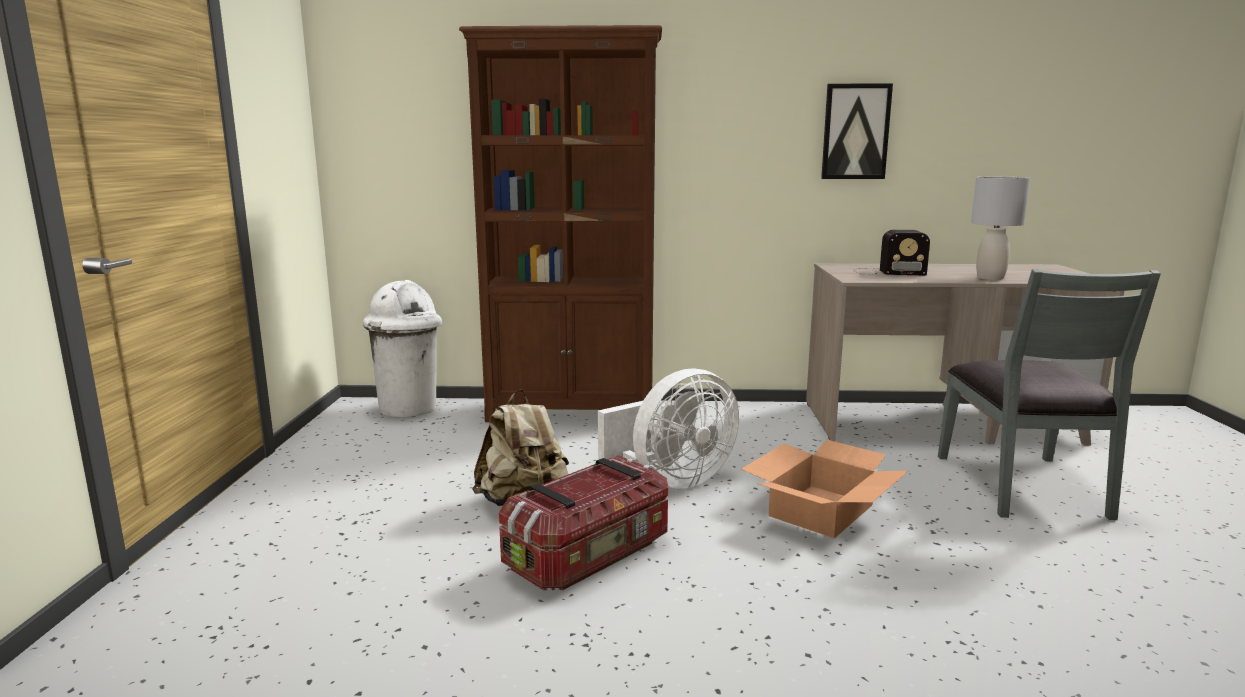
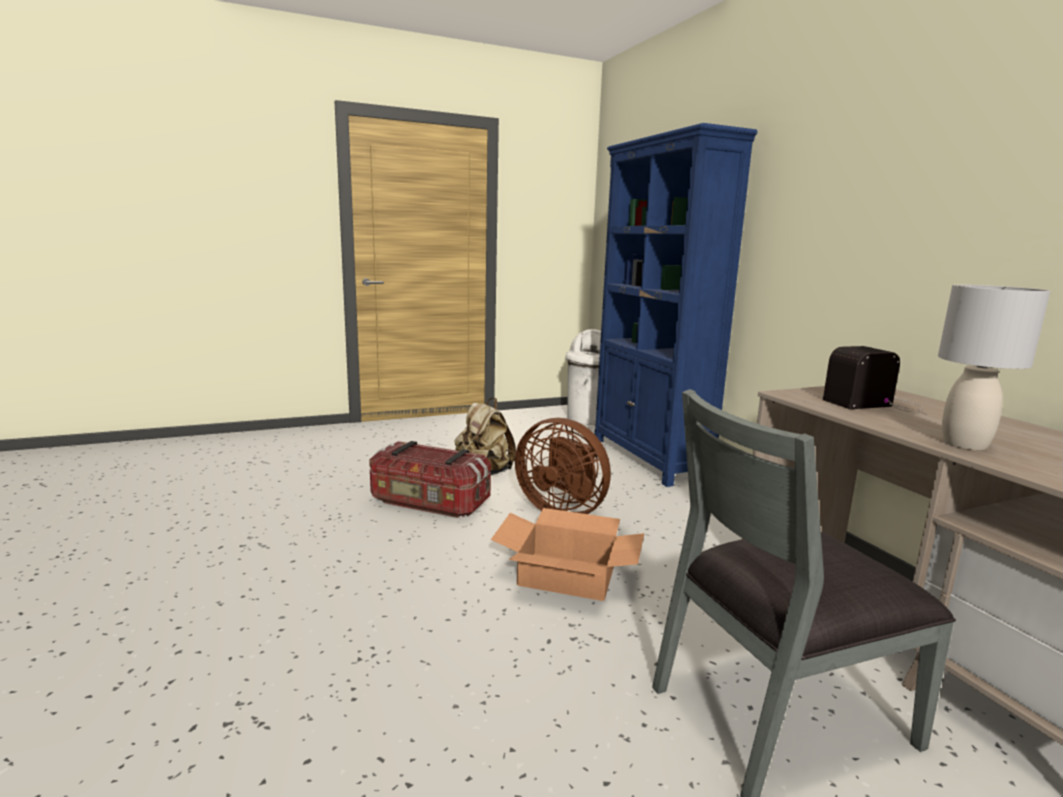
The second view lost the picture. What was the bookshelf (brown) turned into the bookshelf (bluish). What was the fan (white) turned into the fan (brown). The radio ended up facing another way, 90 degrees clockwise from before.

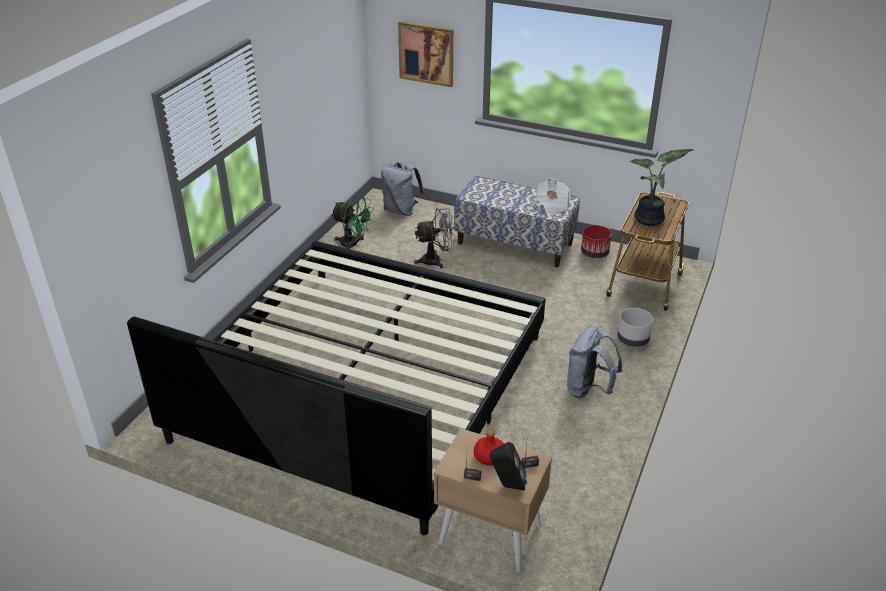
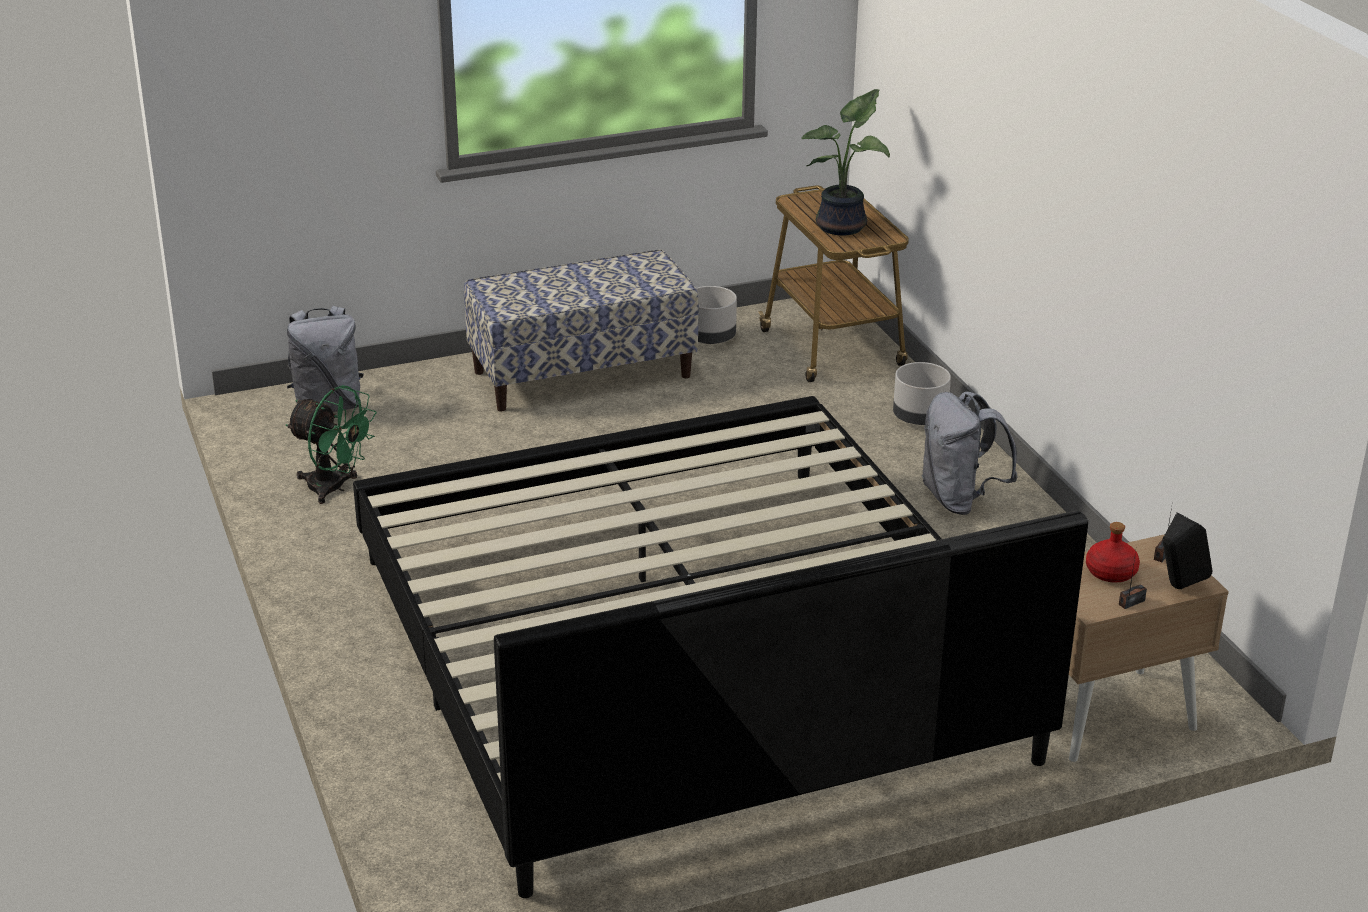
The second view lost the picture. The second view lost the fan (grey). The second view lost the newspaper. What was the planter (reddish) turned into the planter (grey) (no. 1 from left). The fan (green) ended up facing another way, 45 degrees clockwise from before.

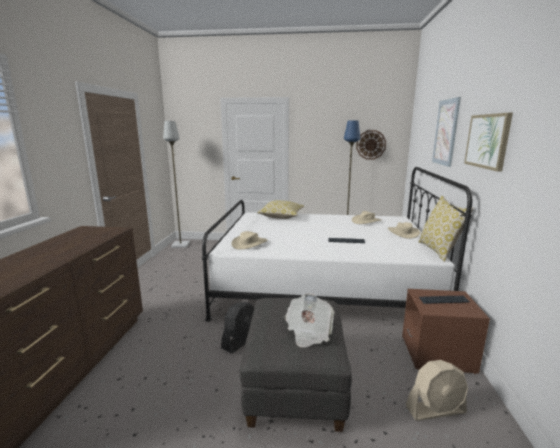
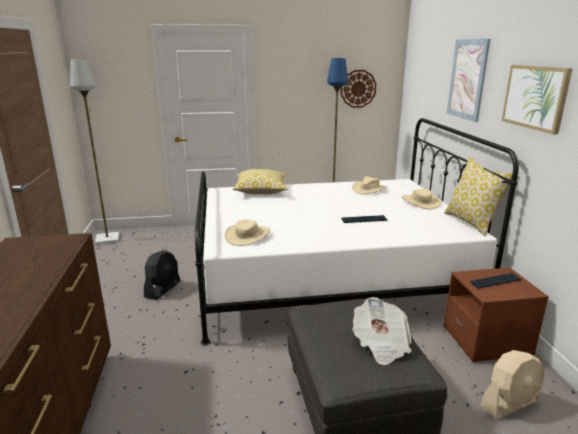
The fan (black-coloured) ended up elsewhere.

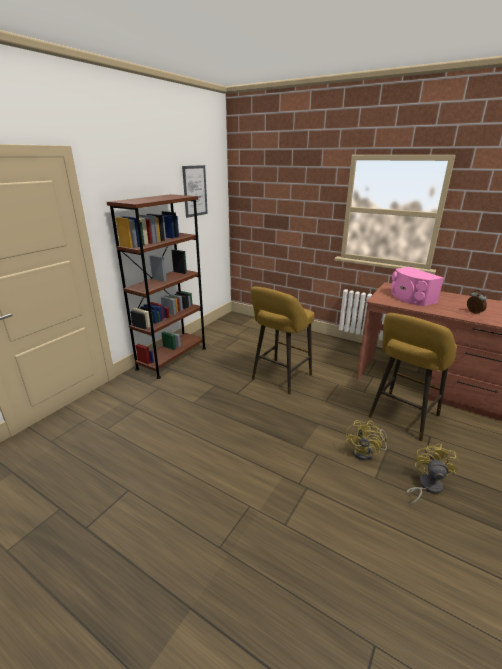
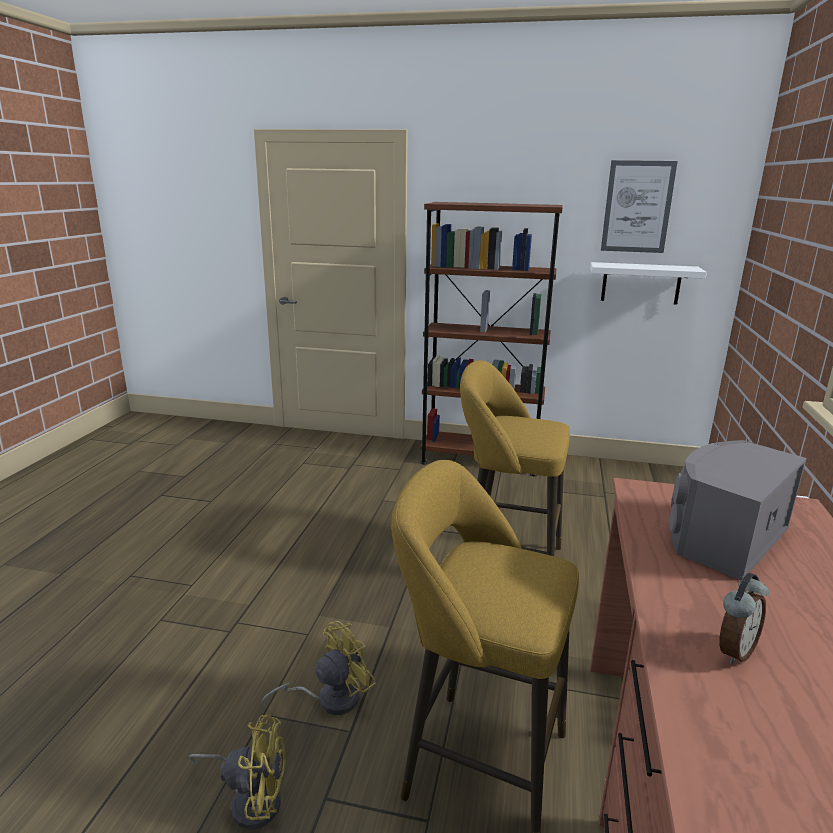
The second view gained the wall shelf (white). What was the audio speaker (pink) turned into the audio speaker (grey). The fan (yellowish) (no. 1 from left in the first image) ended up facing another way, 135 degrees clockwise from before.

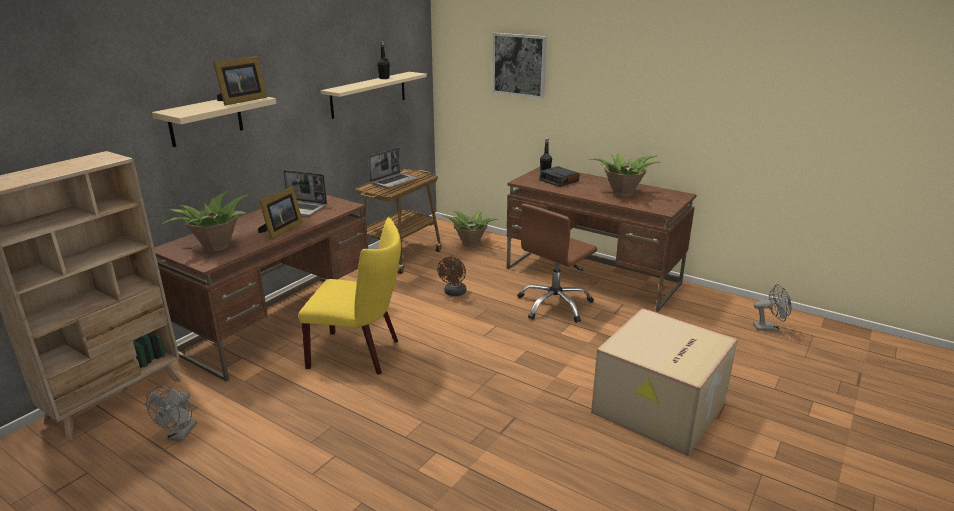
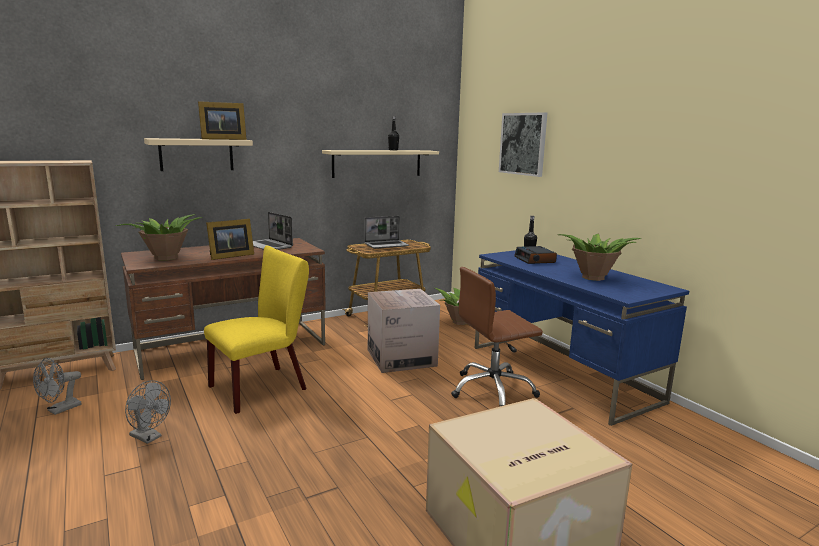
The fan (grey) (no. 2 from left) ended up elsewhere. Where the fan (brown) stood, the carton (no. 1 from left) came to stand. What was the desk table (brown) (no. 2 from left) turned into the desk table (bluish). The plain chair (yellowish) ended up facing another way, 75 degrees counterclockwise from before.

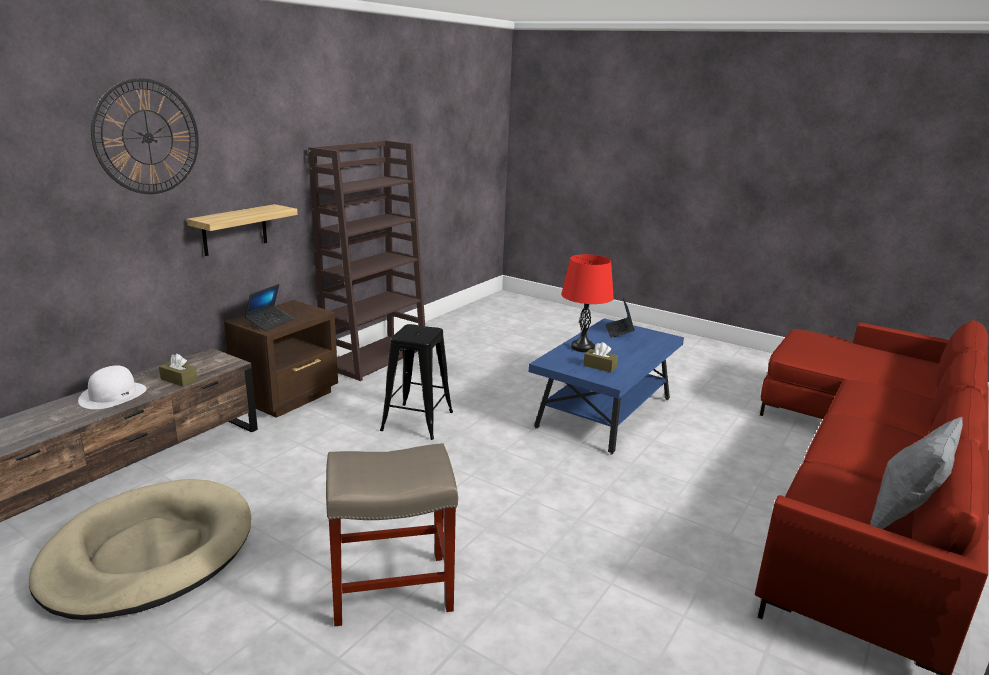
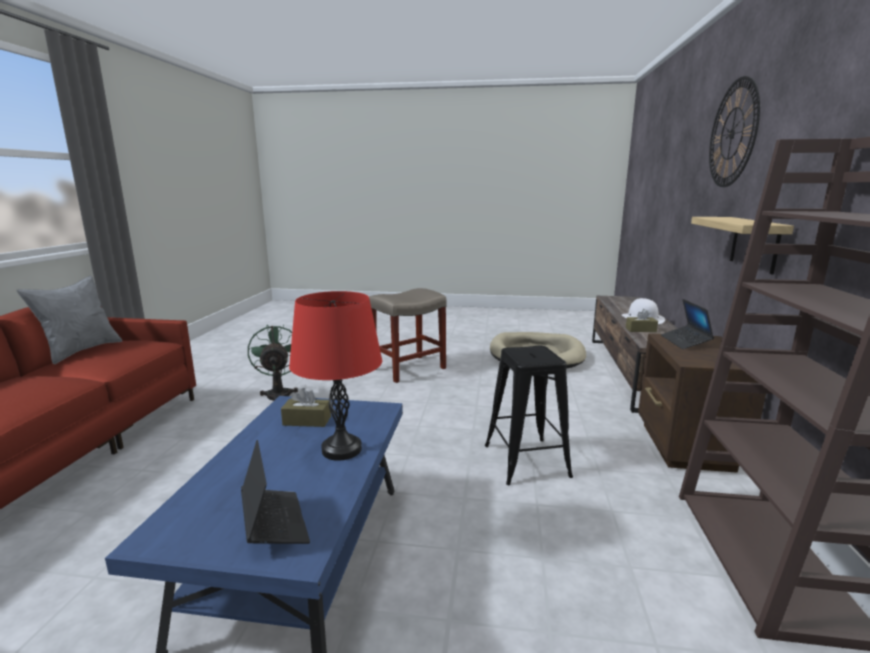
The second view gained the fan (green).

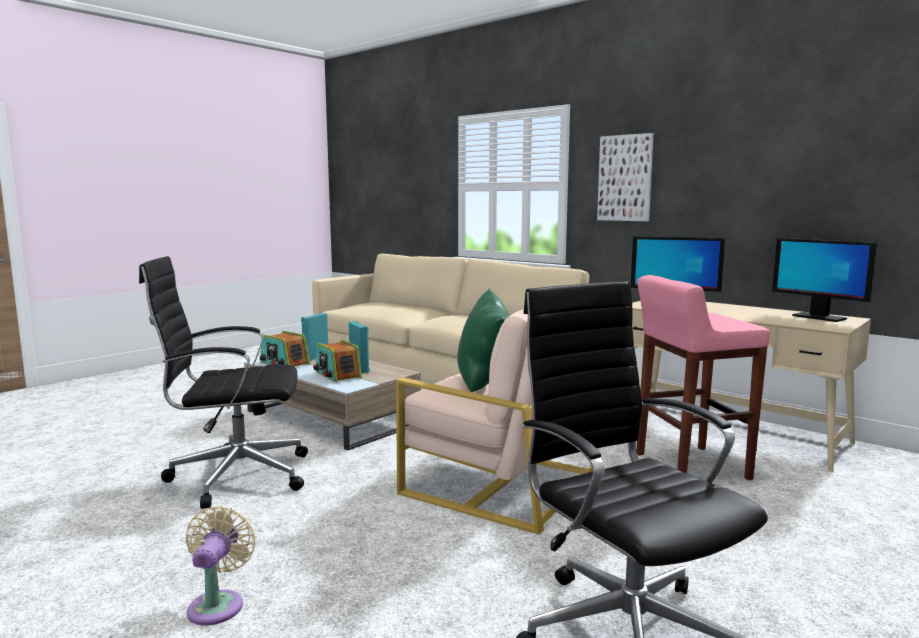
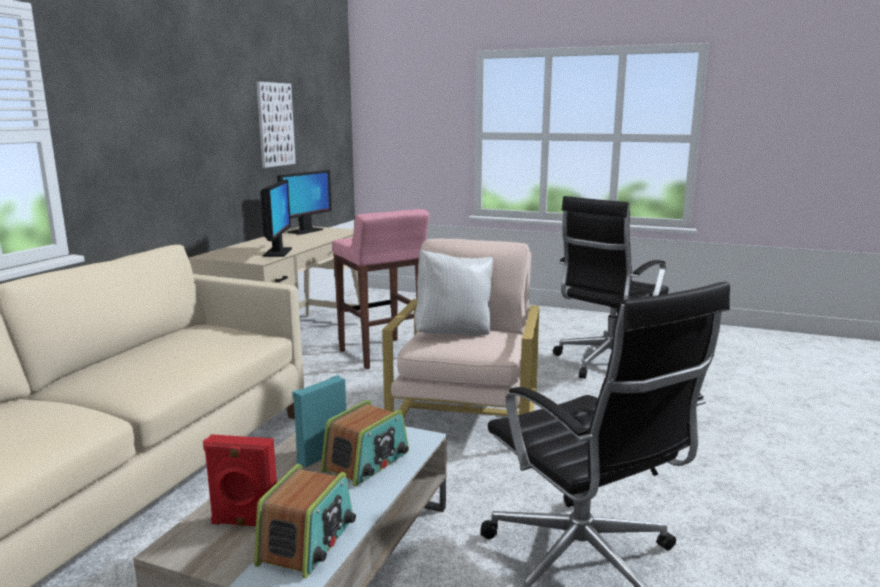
The second view lost the fan (beige). The picture ended up elsewhere. What was the audio speaker (turquoise-coloured) (no. 1 from left) turned into the audio speaker (reddish). What was the pillow (green) turned into the pillow (white).

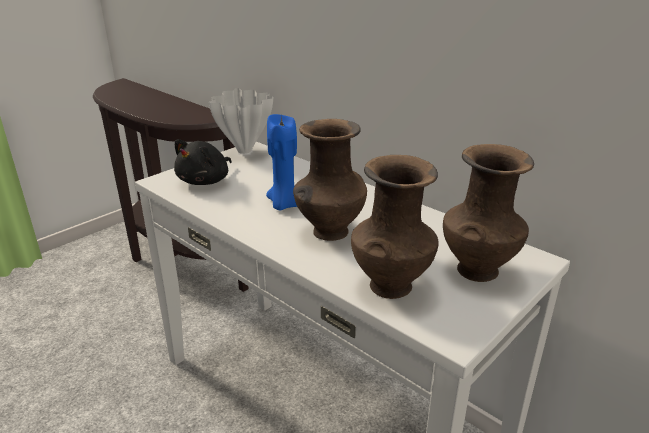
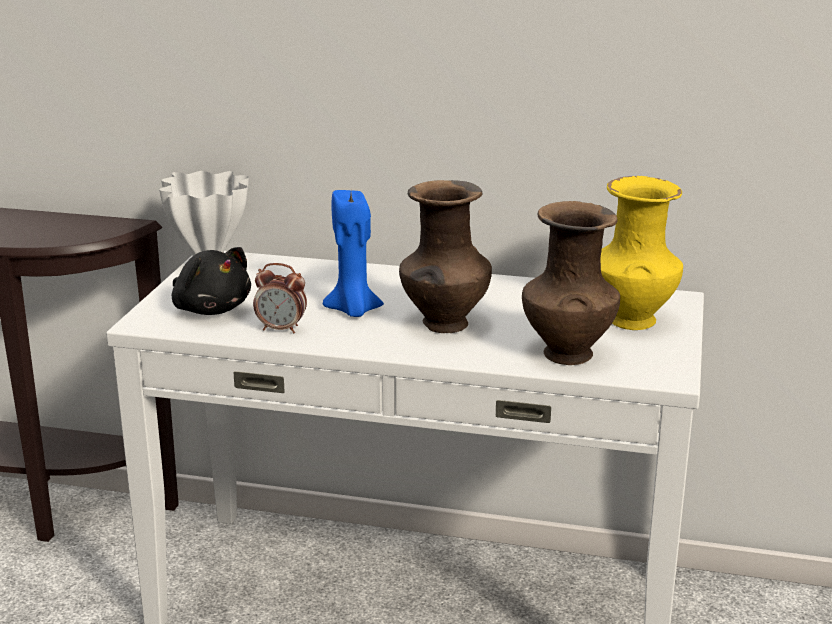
The second view gained the bedside clock. What was the flower vase (brown) (no. 3 from left) turned into the flower vase (yellowish). The soft toy (black-coloured) ended up facing another way, 45 degrees counterclockwise from before.

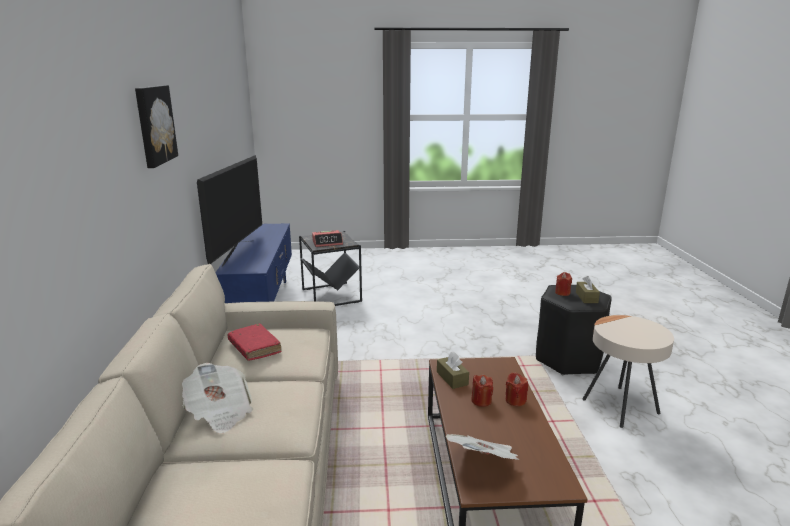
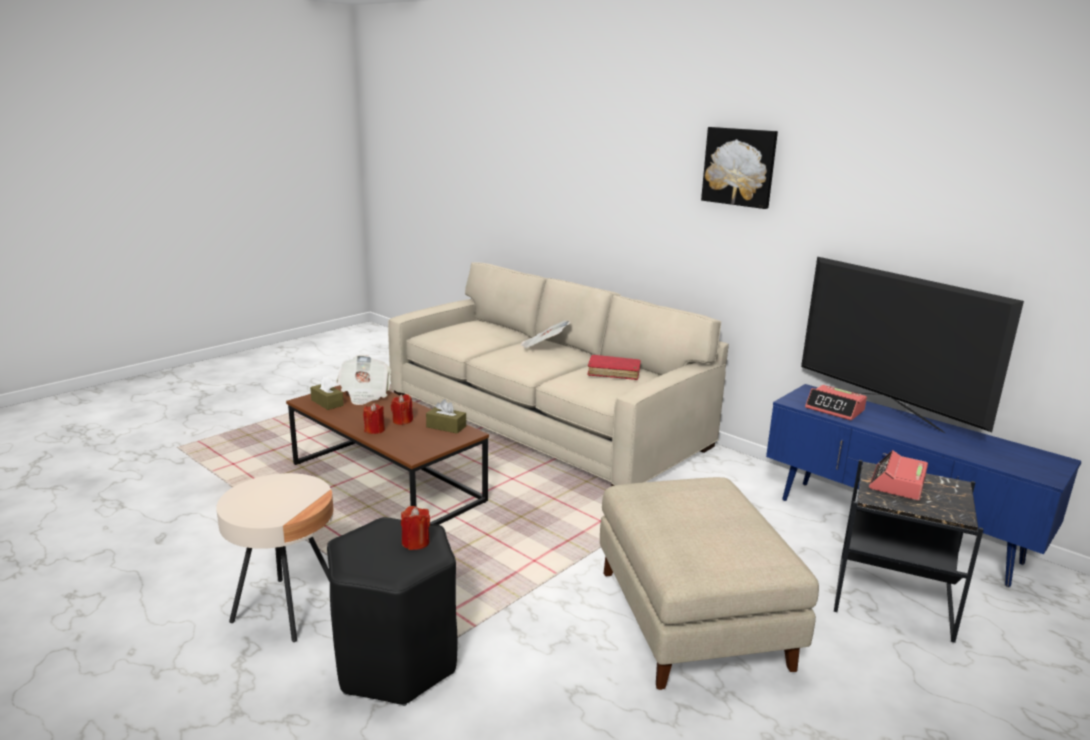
The second view gained the ottoman (beige). The second view gained the bedside clock (no. 1 from left). The tissue holder (brown) (no. 2 from left in the first image) ended up elsewhere.

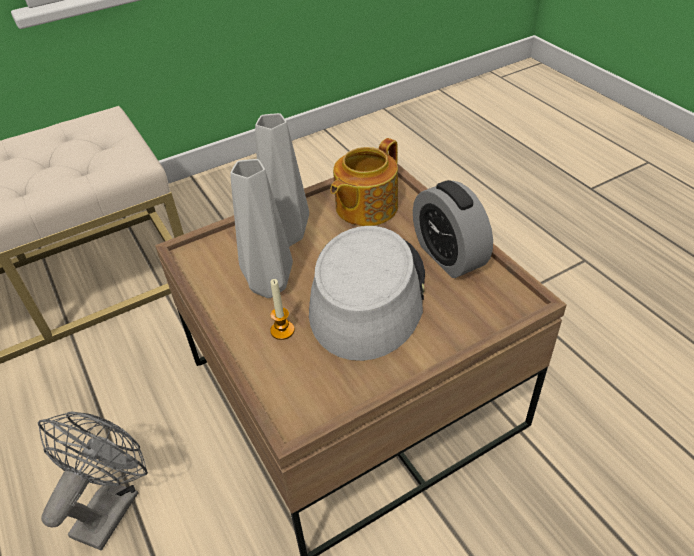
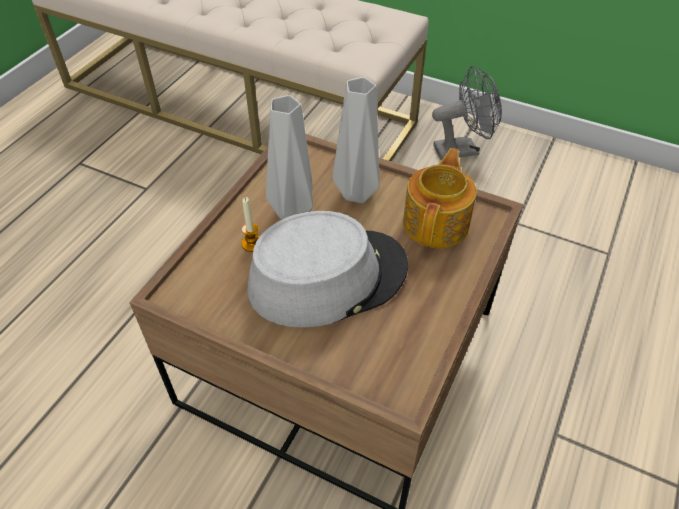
The second view lost the bedside clock. The fan (grey) ended up elsewhere. The teapot ended up facing another way, 105 degrees clockwise from before.

